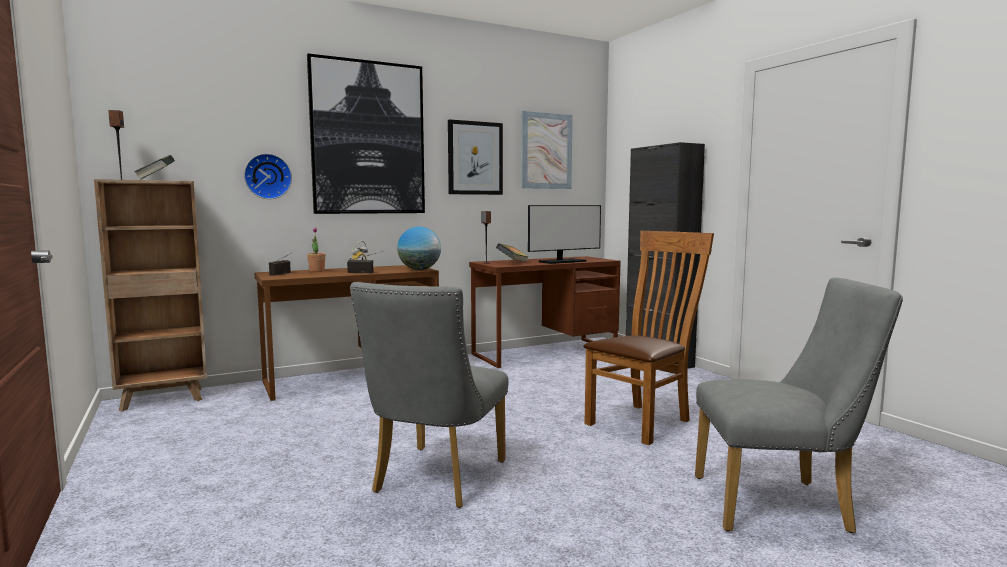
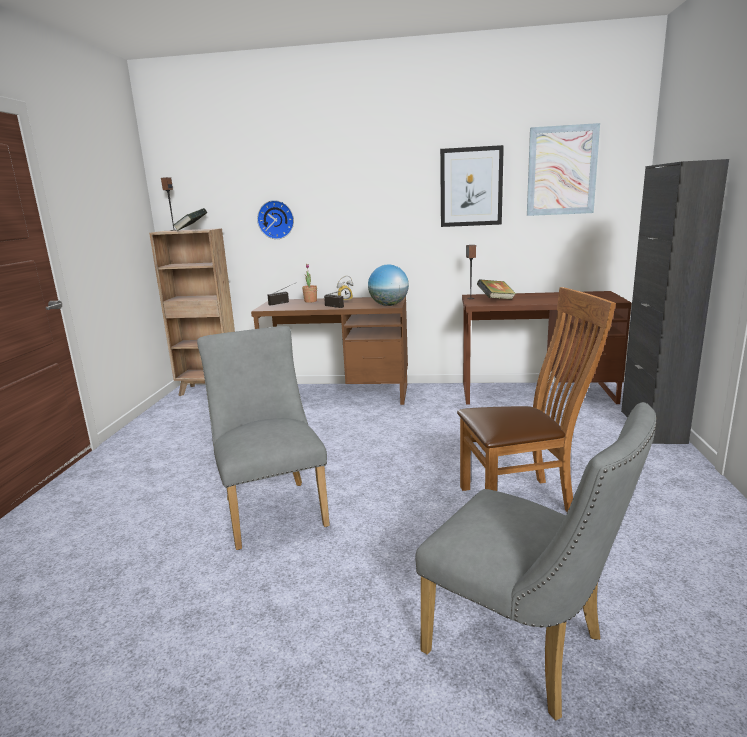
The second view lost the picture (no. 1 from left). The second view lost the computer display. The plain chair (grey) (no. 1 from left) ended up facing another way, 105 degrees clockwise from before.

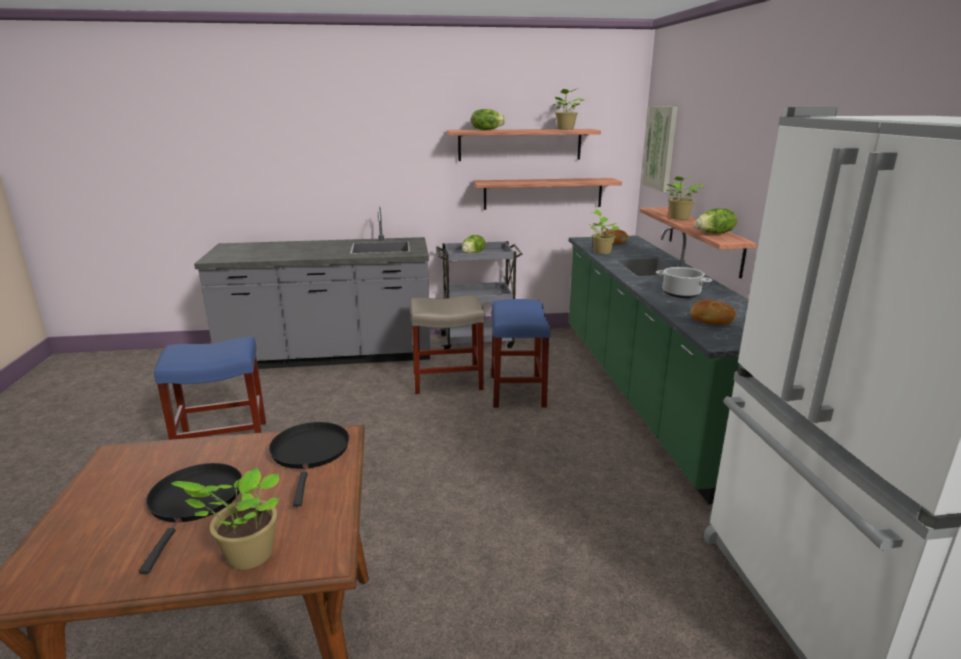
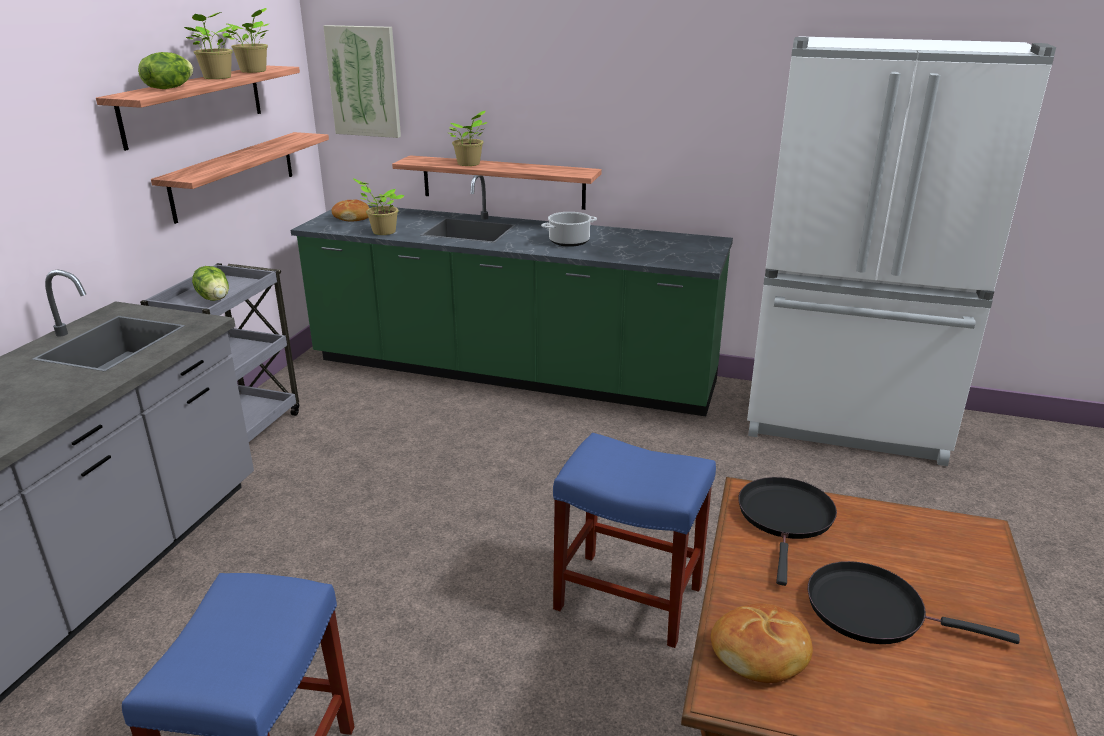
The second view lost the stool (beige). The second view lost the lettuce (no. 3 from left). The plant in a pot (no. 1 from left) ended up elsewhere. The stool (bluish) (no. 2 from left) ended up elsewhere. The baked bread (no. 2 from left) ended up elsewhere. The skillet (black-coloured) (no. 2 from left in the first image) ended up facing another way, 90 degrees clockwise from before.

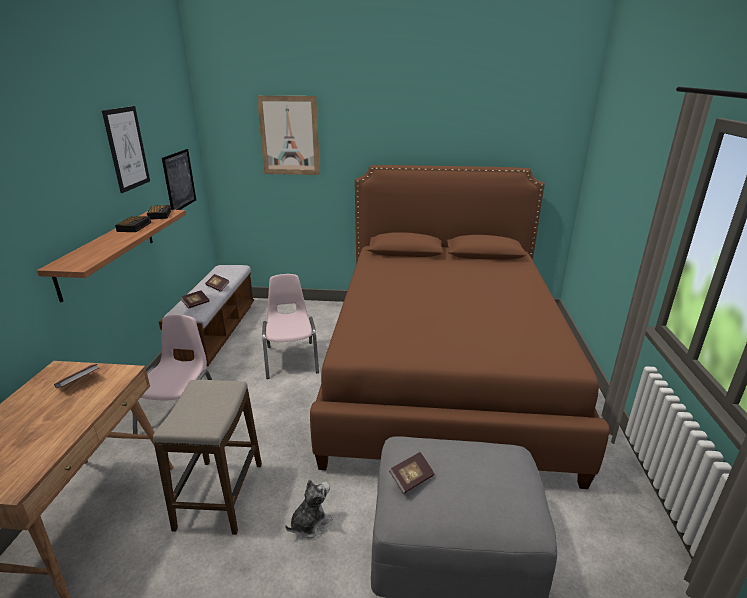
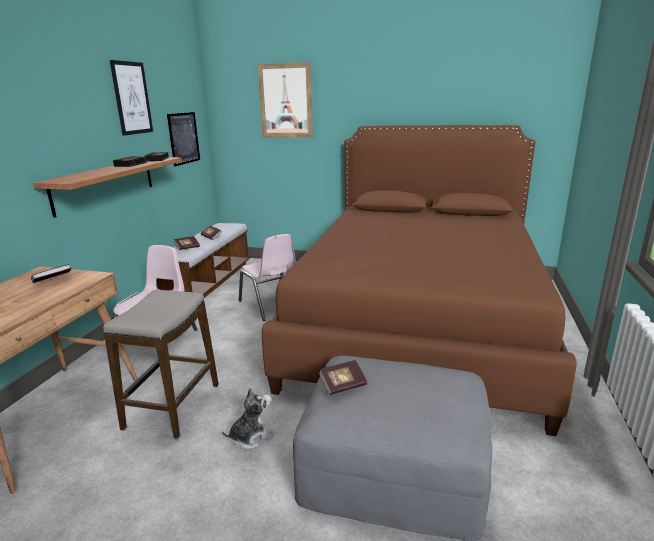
The plain chair (pink) (no. 2 from left) ended up facing another way, 150 degrees clockwise from before.

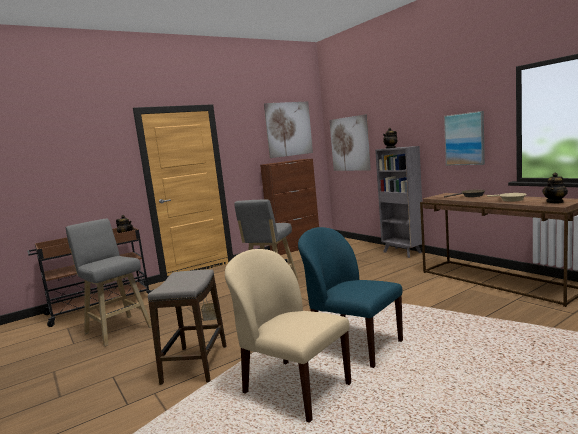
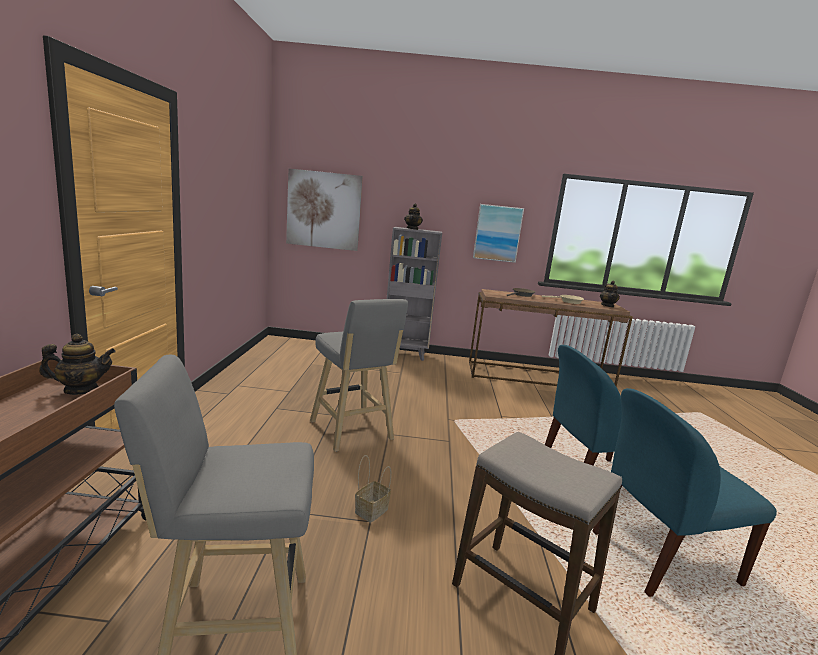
The second view lost the cupboard (brown). The second view lost the picture (no. 1 from left). What was the plain chair (beige) turned into the plain chair (bluish) (no. 2 from left).

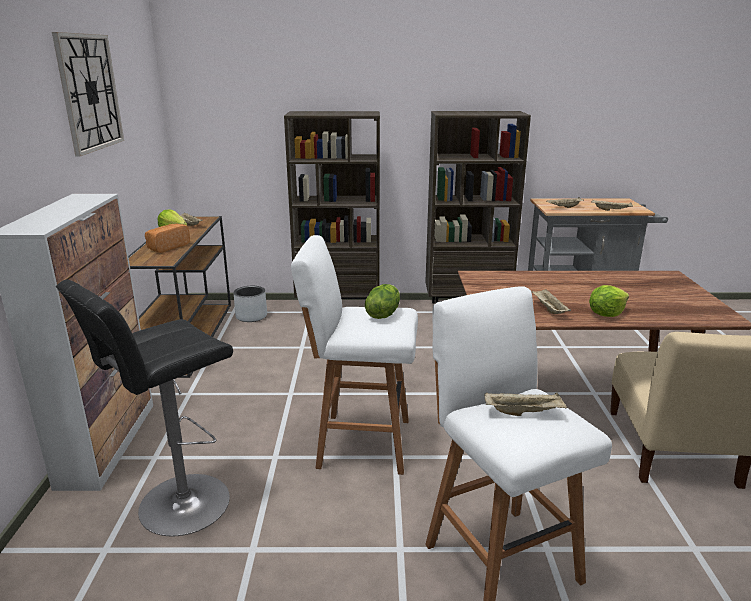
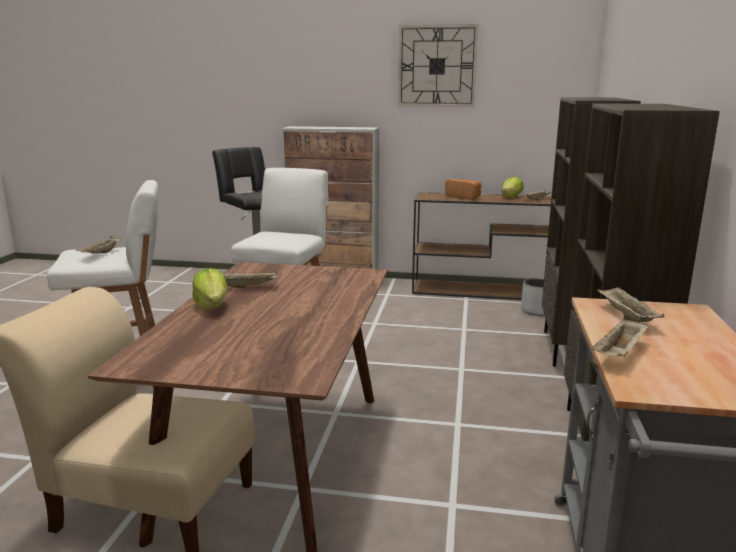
The second view lost the lettuce (no. 2 from left).

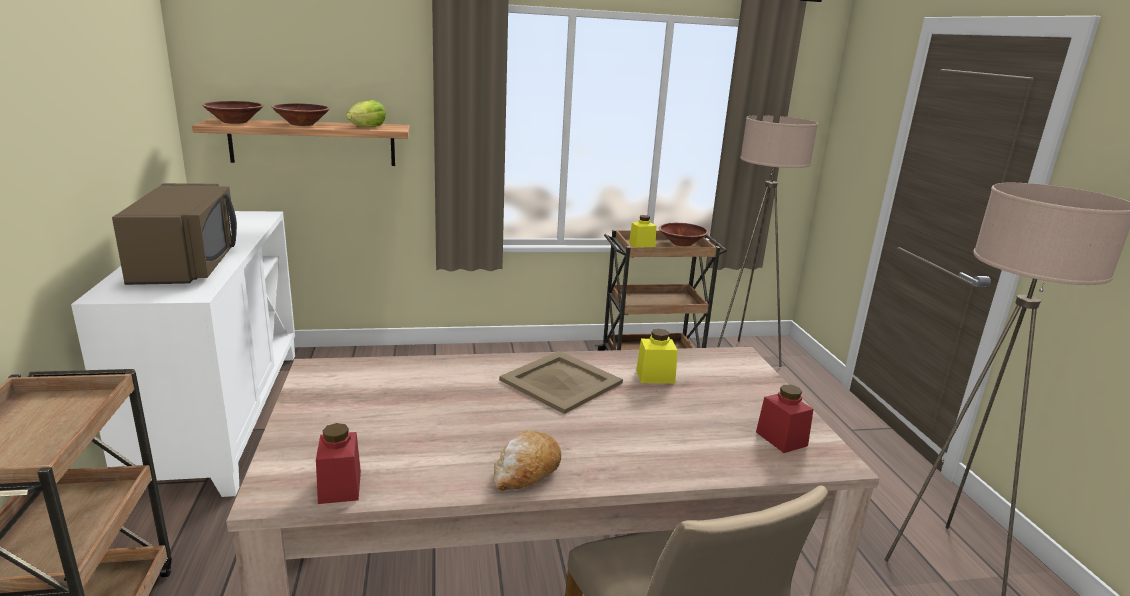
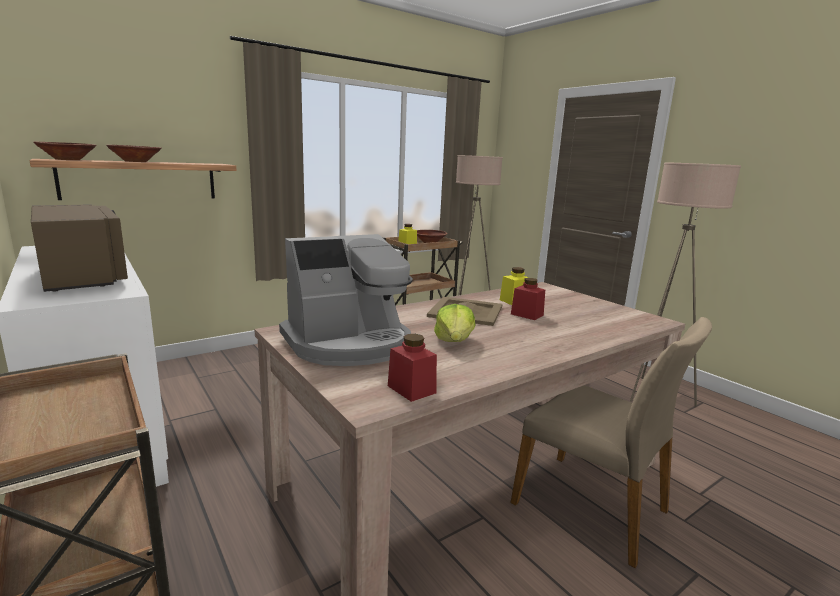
The second view lost the baked bread. The second view gained the coffee maker. The lettuce ended up elsewhere. The jar (reddish) (no. 2 from left) ended up elsewhere.

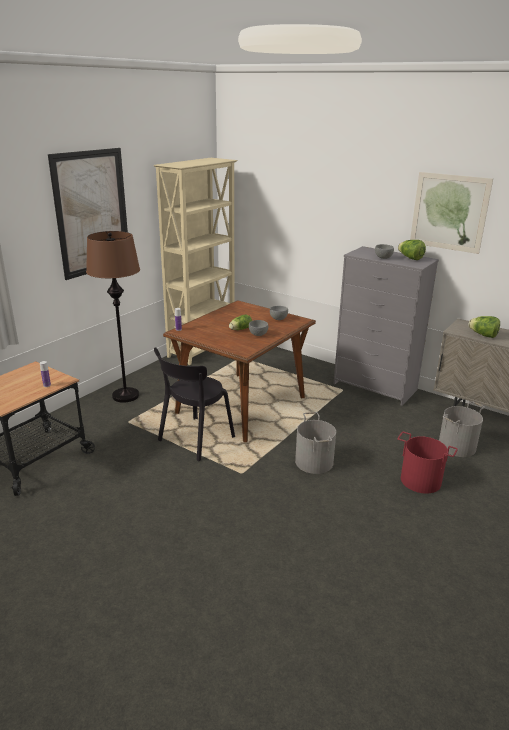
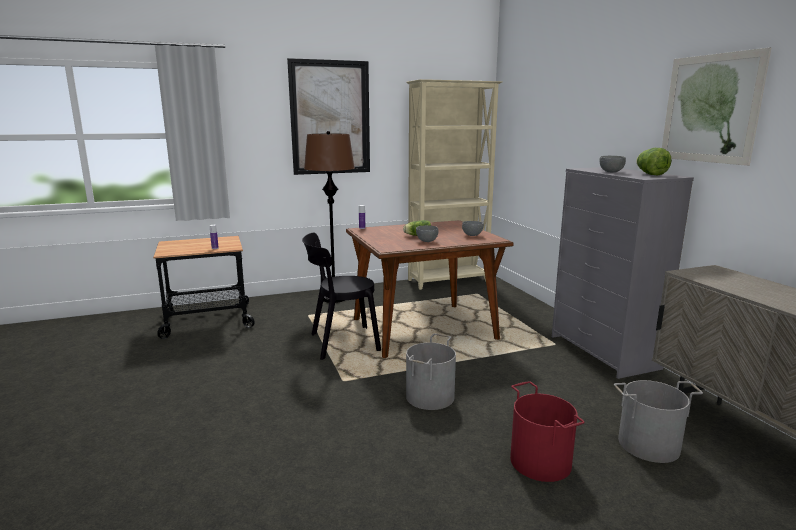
The second view lost the lettuce (no. 3 from left).

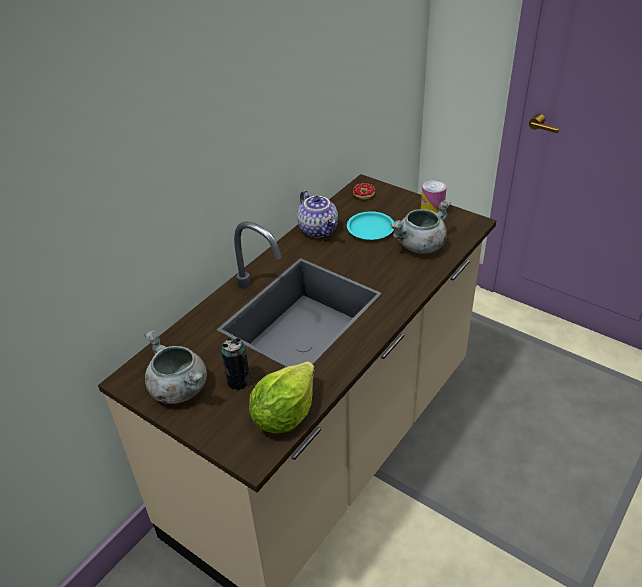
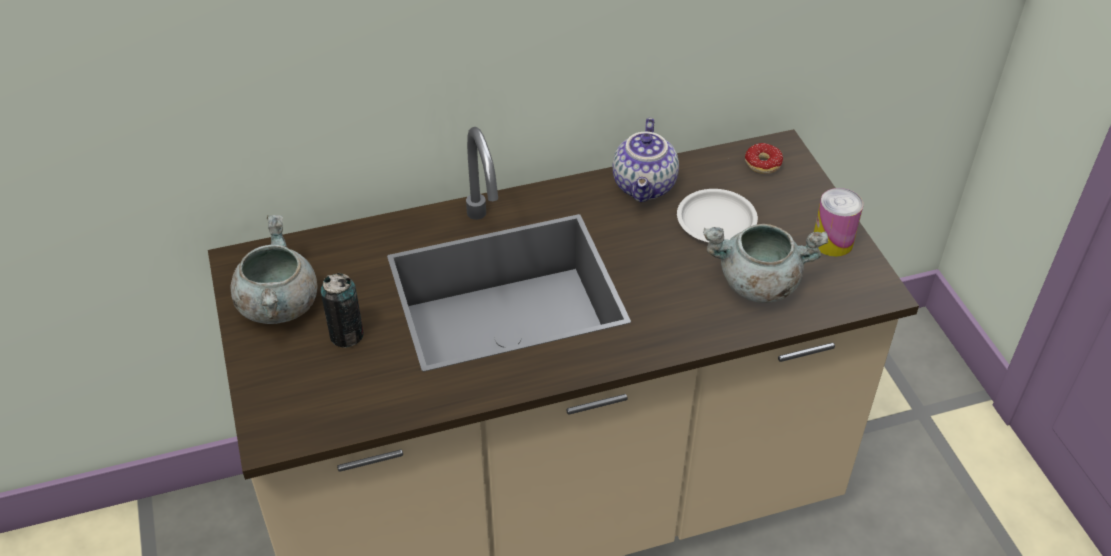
The second view lost the lettuce. What was the plate (turquoise-coloured) turned into the plate (white).

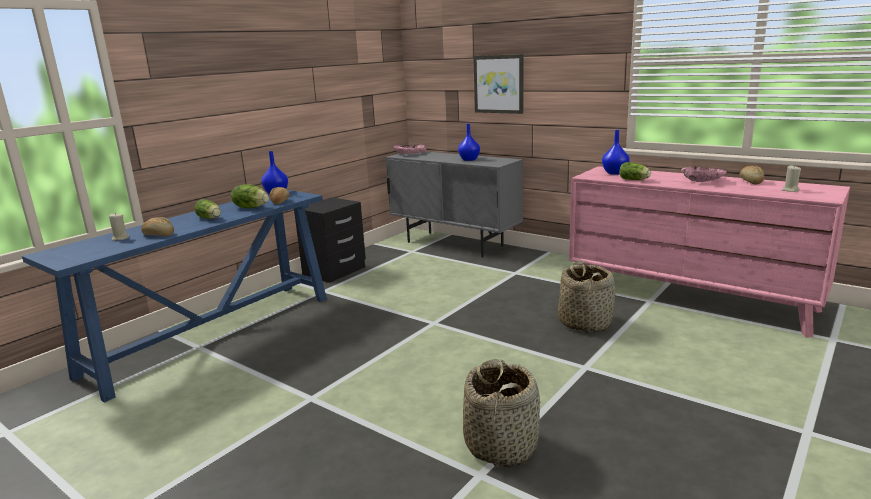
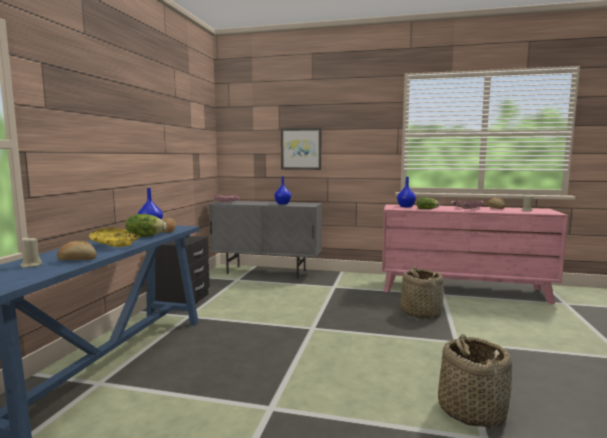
Where the lettuce (no. 1 from left) stood, the deep dish (yellowish) came to stand.

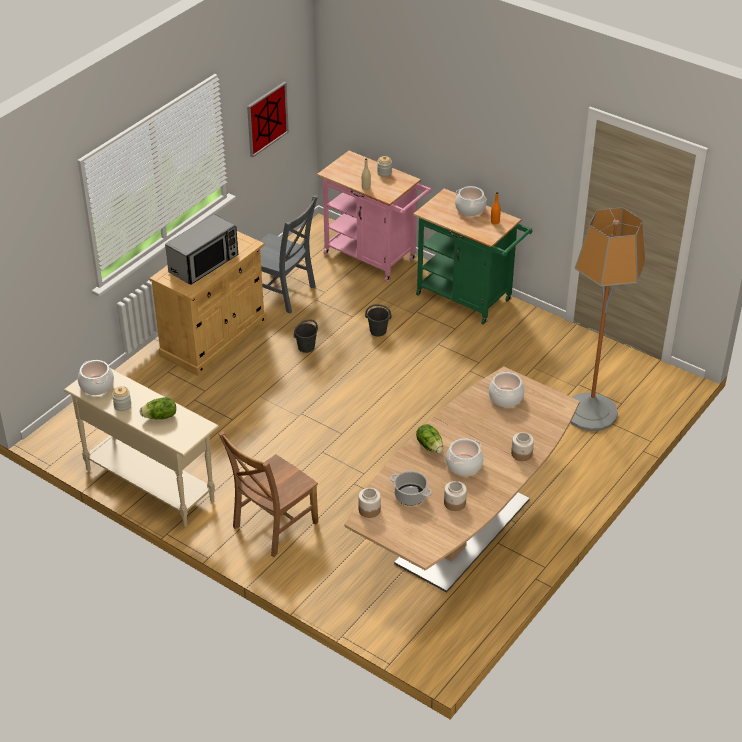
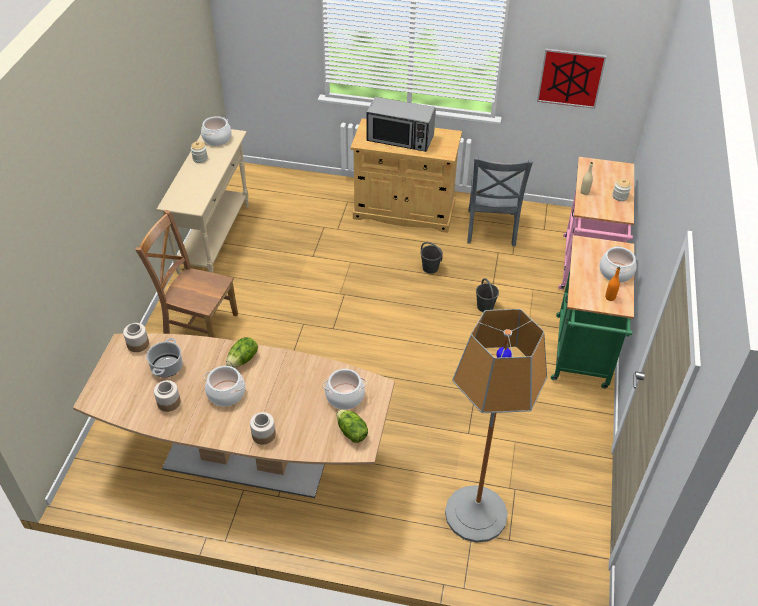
The lettuce (no. 1 from left in the first image) ended up elsewhere.

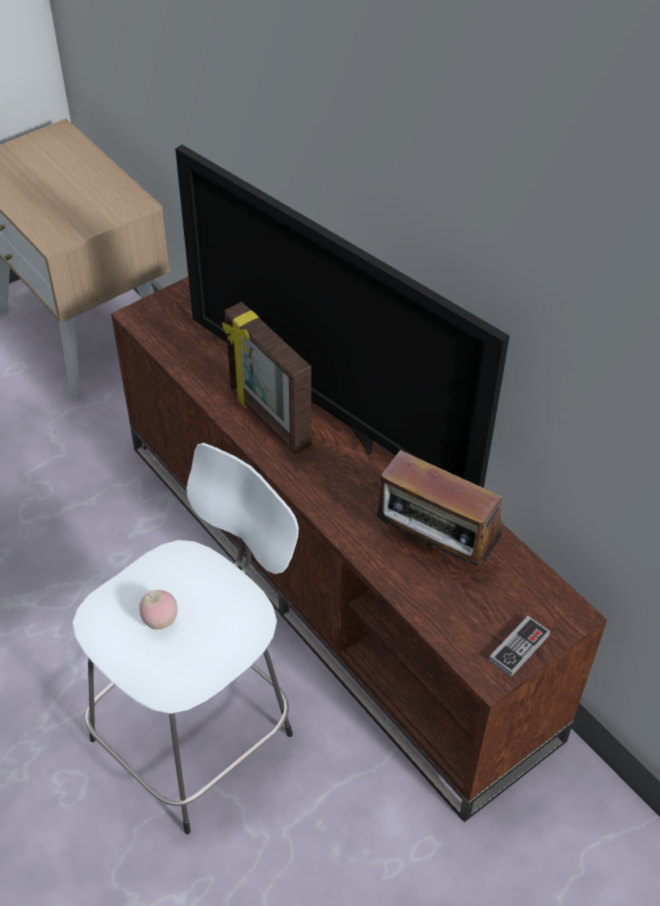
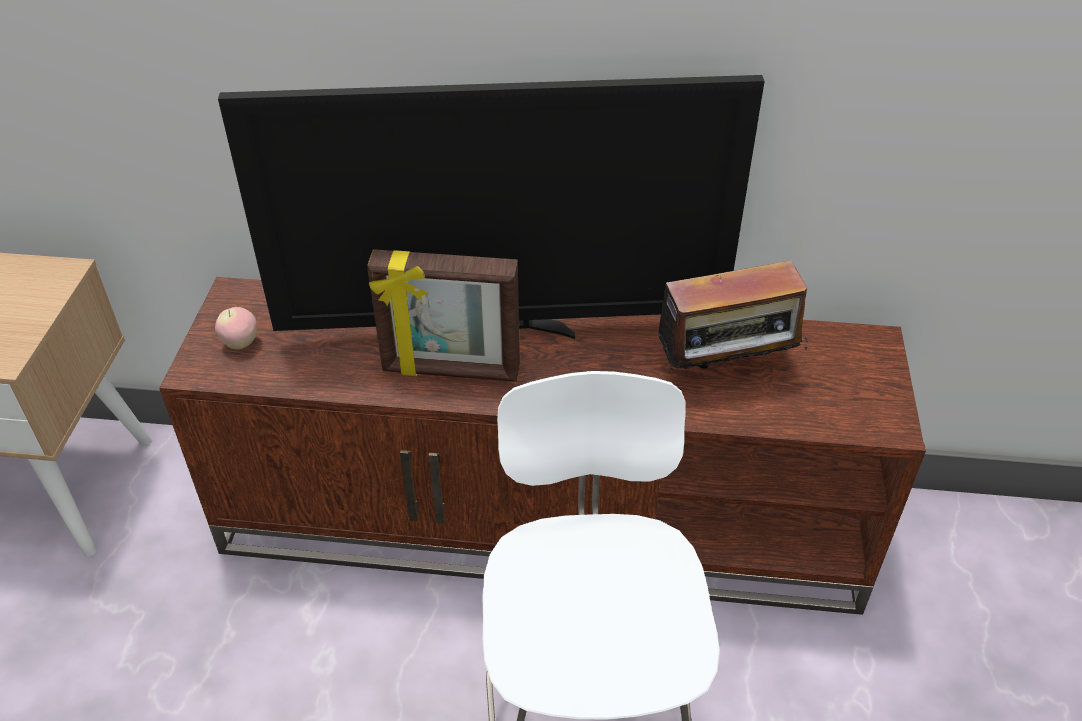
The second view lost the joypad. The whole apple ended up elsewhere.

